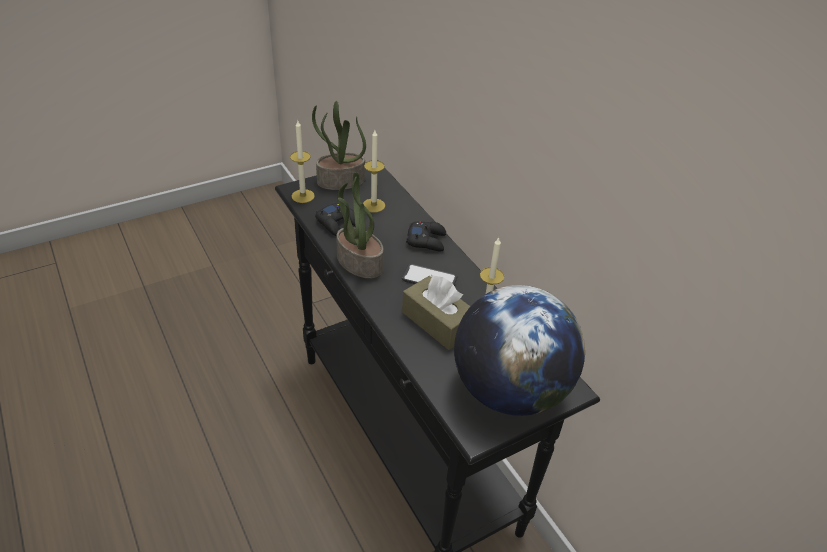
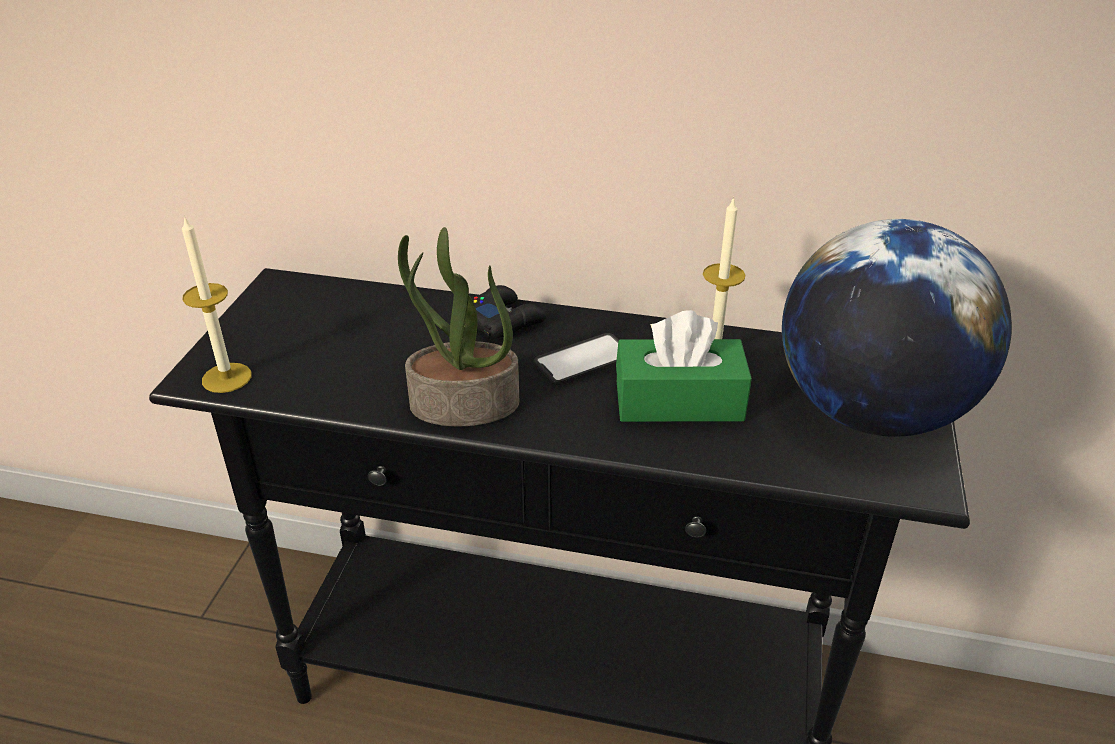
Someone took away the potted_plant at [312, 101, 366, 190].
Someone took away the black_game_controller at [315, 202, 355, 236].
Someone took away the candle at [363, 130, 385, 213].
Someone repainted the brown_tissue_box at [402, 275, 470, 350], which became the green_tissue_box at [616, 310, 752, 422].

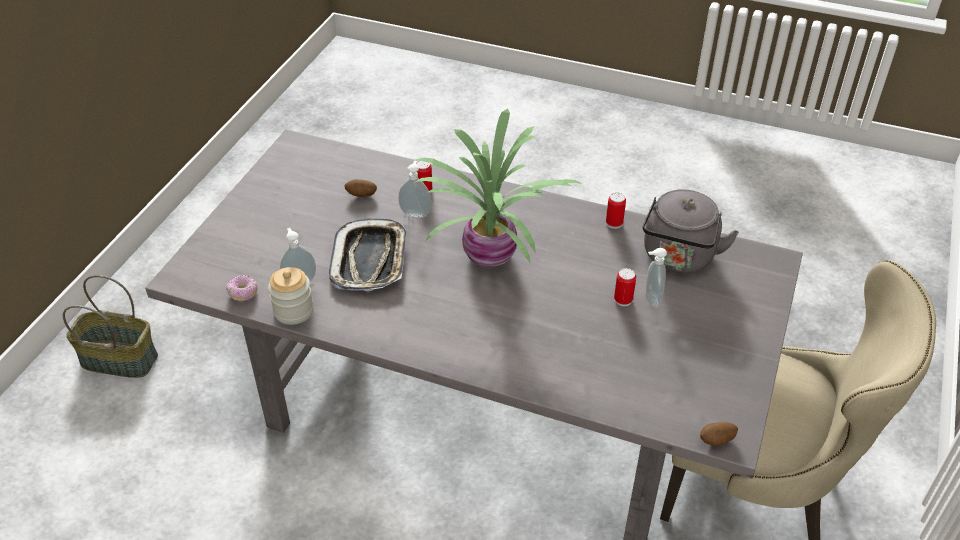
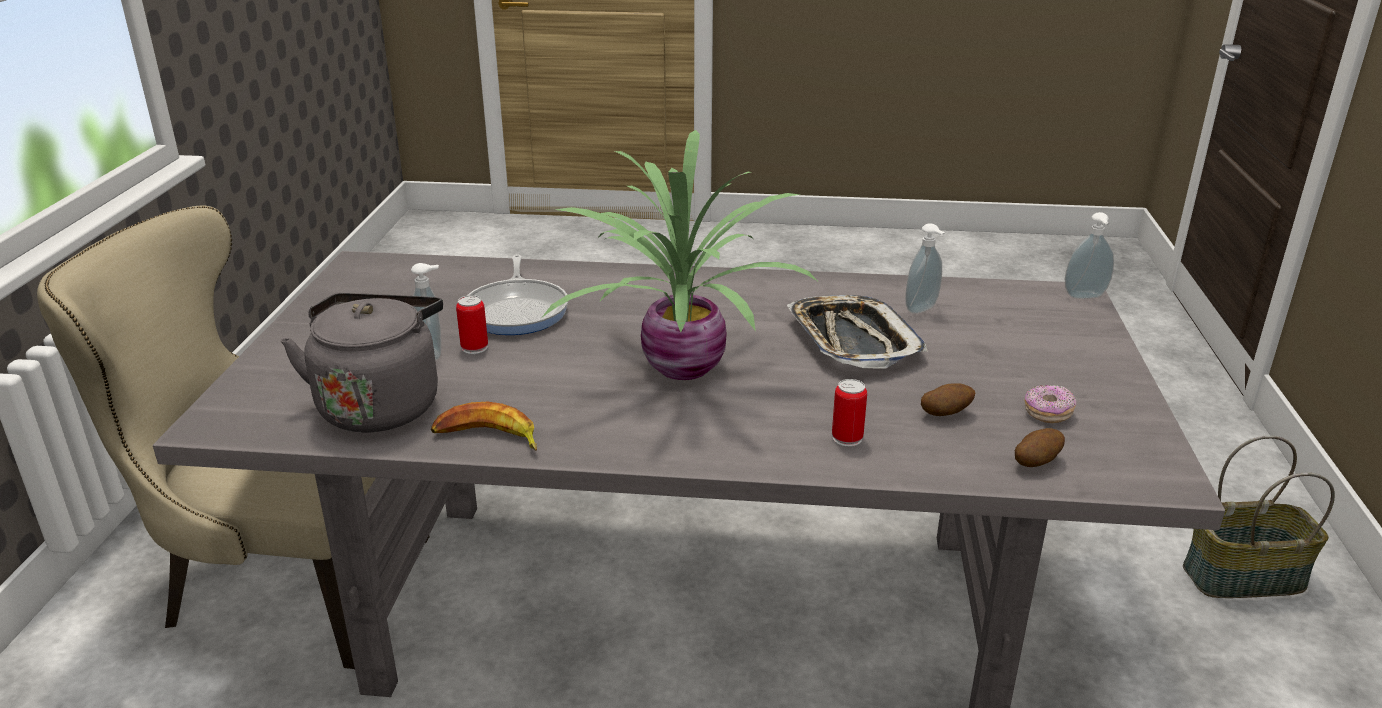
Someone carried the donut from [226, 274, 258, 301] to [1024, 385, 1076, 423].
Someone took away the jar at [268, 267, 314, 325].
Someone carried the soap_dispenser from [398, 161, 432, 218] to [1065, 212, 1114, 299].
Someone swapped the can at [606, 192, 626, 229] for the banana at [431, 402, 537, 451].
Someone carried the potato from [700, 422, 738, 446] to [1015, 428, 1065, 467].
Someone put down the frying_pan at [467, 255, 568, 335].

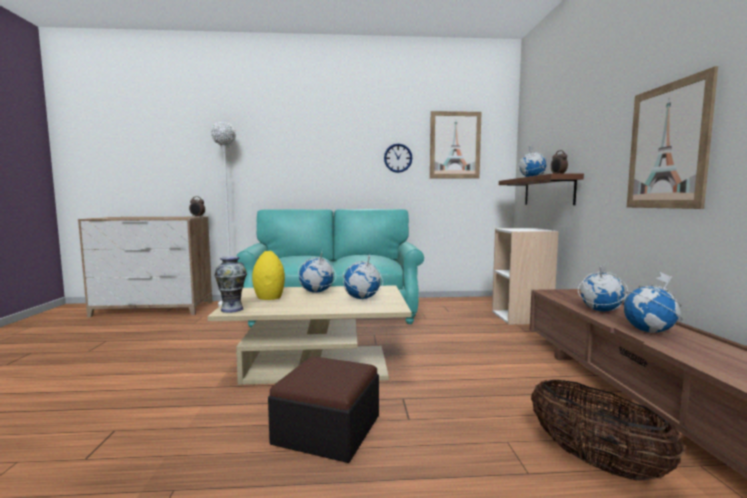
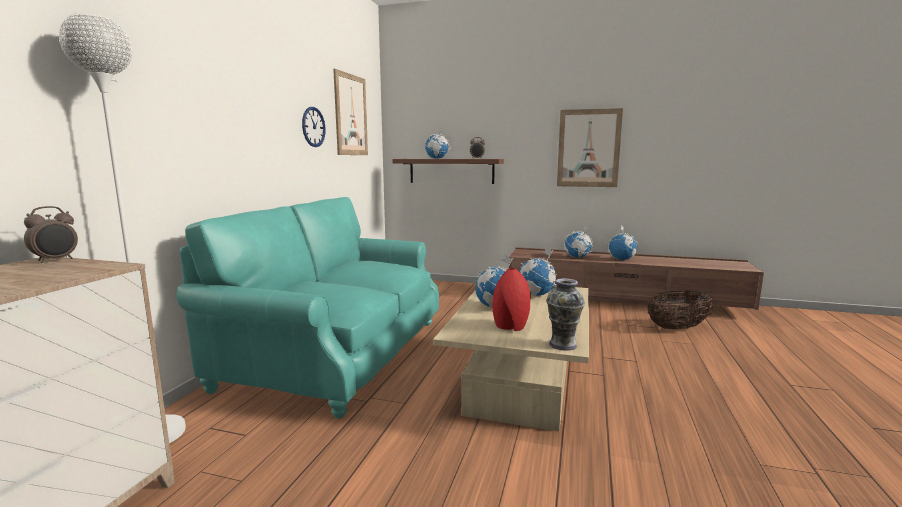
Someone repainted the yellow_vase at [252, 251, 285, 300], which became the red_vase at [492, 268, 531, 331].
Someone took away the ottoman at [268, 356, 379, 463].
Someone took away the bookcase at [492, 228, 559, 325].

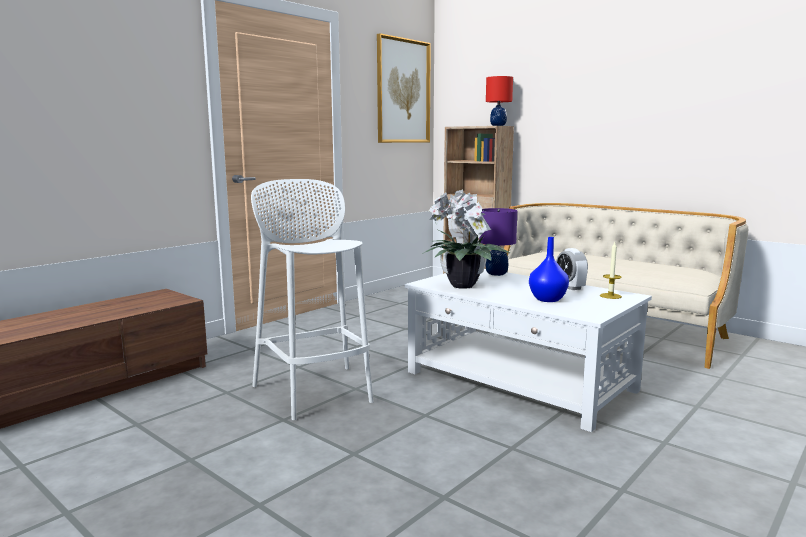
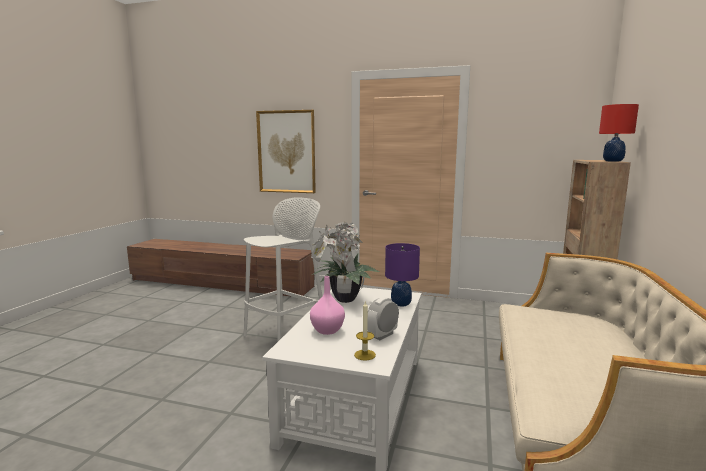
Someone carried the picture from [377, 33, 431, 143] to [256, 110, 316, 193].
Someone repainted the blue_vase at [529, 237, 569, 302], which became the pink_vase at [310, 276, 345, 335].

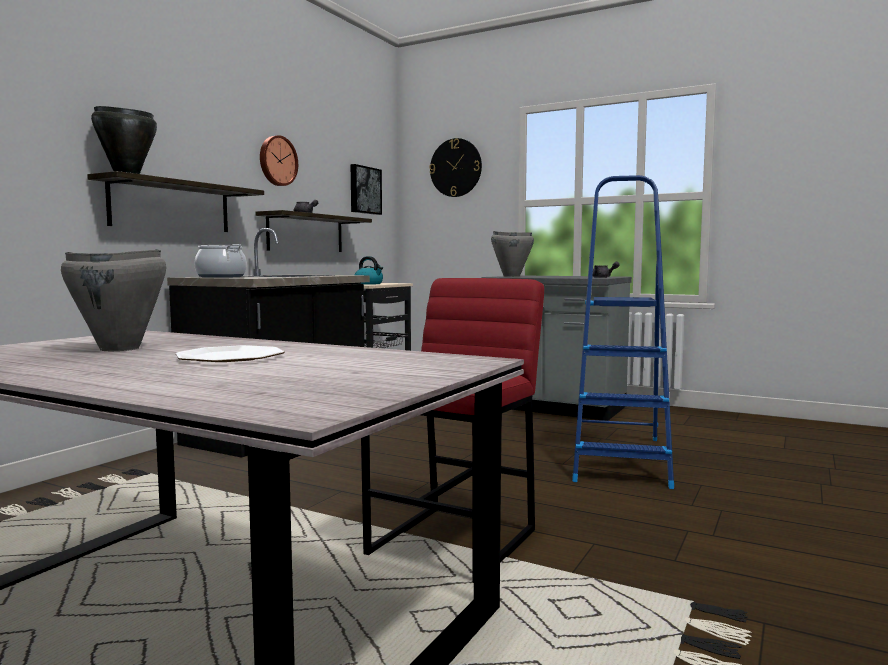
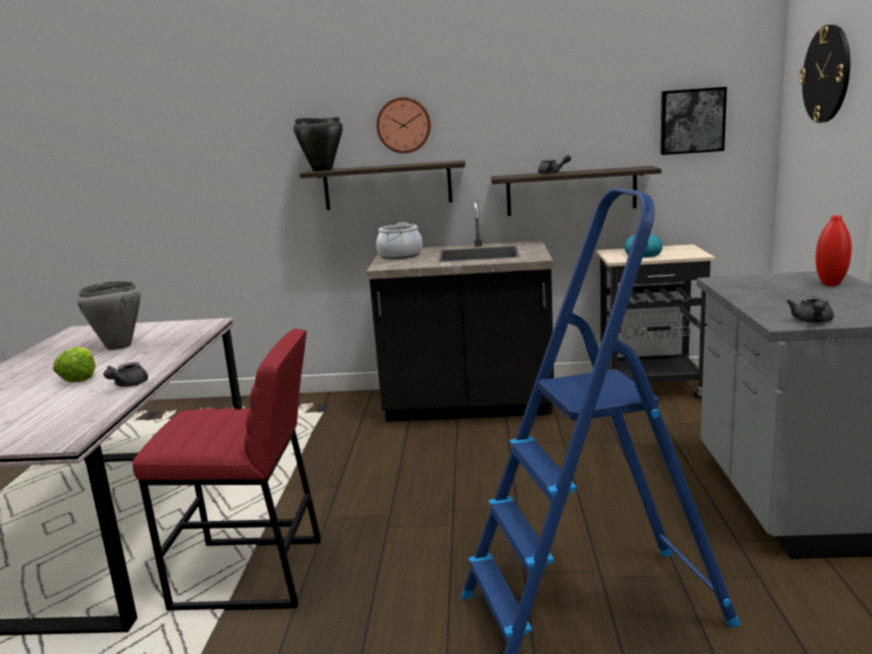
Someone swapped the plate at [176, 345, 285, 362] for the lettuce at [53, 347, 96, 382].
Someone carried the wall_clock from [260, 135, 298, 186] to [376, 97, 431, 153].
Someone took away the grey_cooking_pot at [491, 231, 534, 277].
Someone put down the grey_teapot at [104, 362, 148, 387].
Someone put down the red_vase at [816, 215, 852, 286].

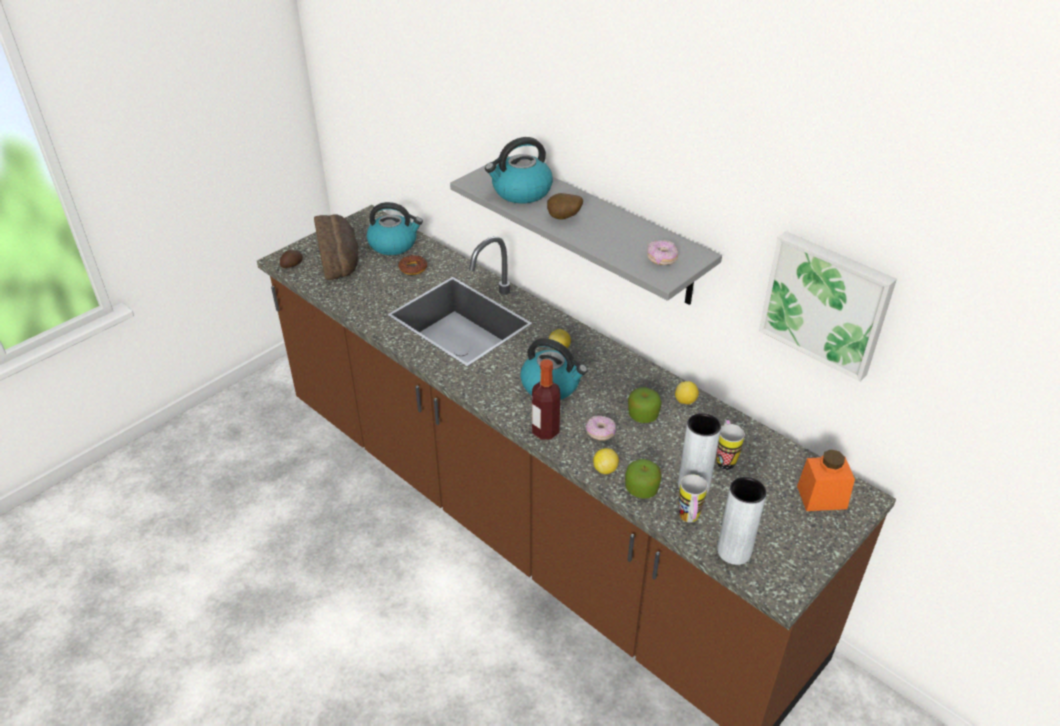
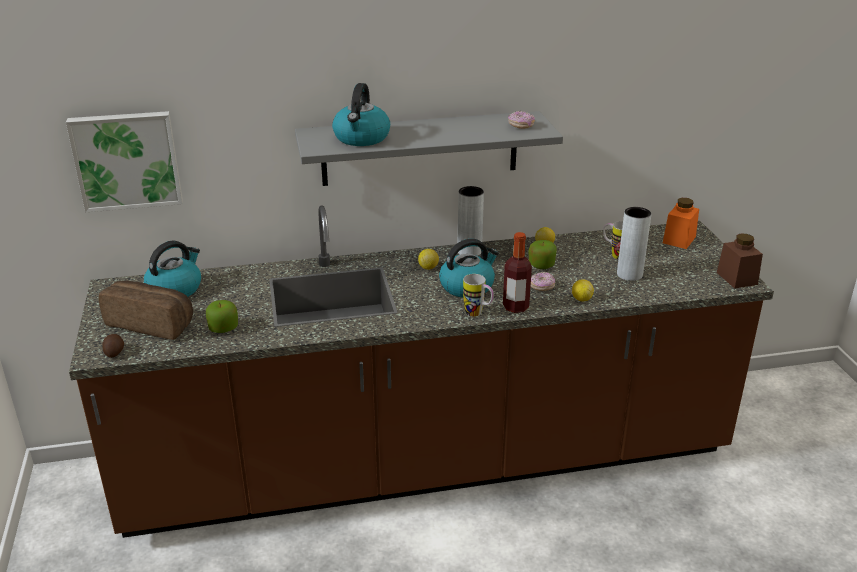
Someone took away the donut at [398, 255, 427, 275].
Someone took away the potato at [547, 193, 583, 220].
Someone carried the apple from [625, 459, 662, 498] to [206, 300, 238, 333].
Someone carried the mug from [679, 474, 708, 523] to [463, 274, 494, 317].
Someone carried the grey_vase from [717, 477, 767, 565] to [458, 186, 484, 256].
Someone carried the picture from [759, 231, 897, 381] to [66, 111, 183, 212].
Someone put down the brown_jar at [717, 233, 763, 289].

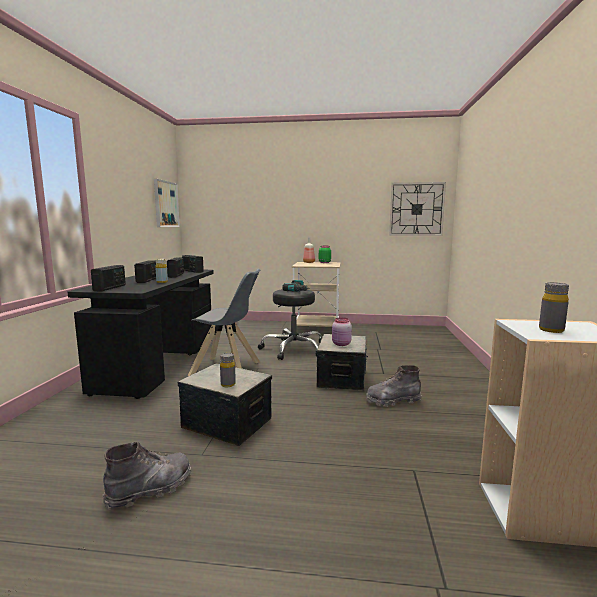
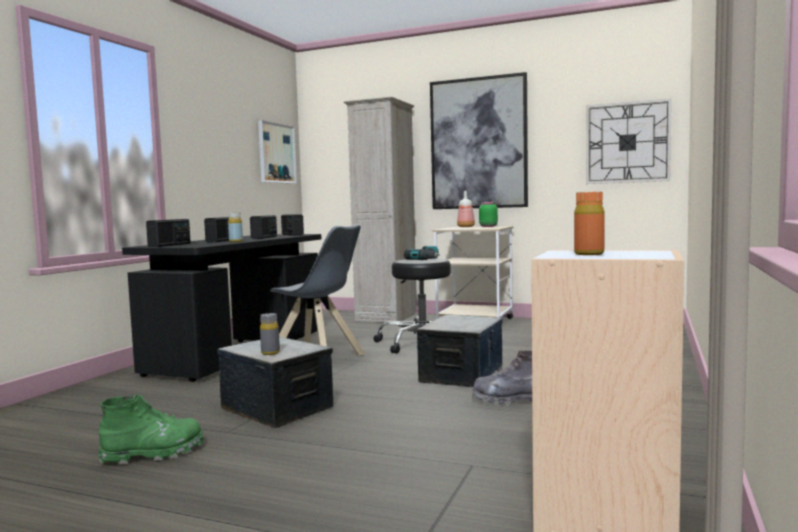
Someone repainted the grey_boot at [103, 442, 191, 510], which became the green_boot at [98, 395, 203, 465].
Someone took away the pink_jar at [332, 317, 352, 346].
Someone repainted the grey_bottle at [539, 282, 569, 333], which became the orange_bottle at [574, 192, 605, 255].
Someone put down the beige_cabinet at [344, 97, 417, 323].
Someone put up the picture at [430, 72, 528, 209].

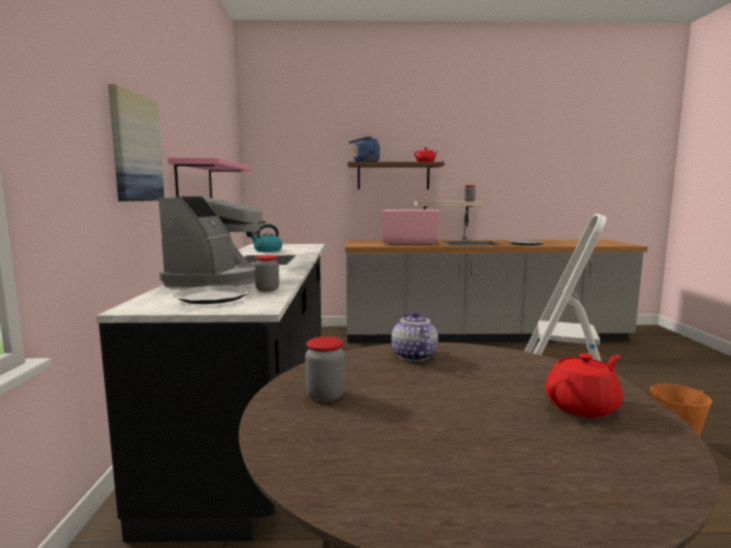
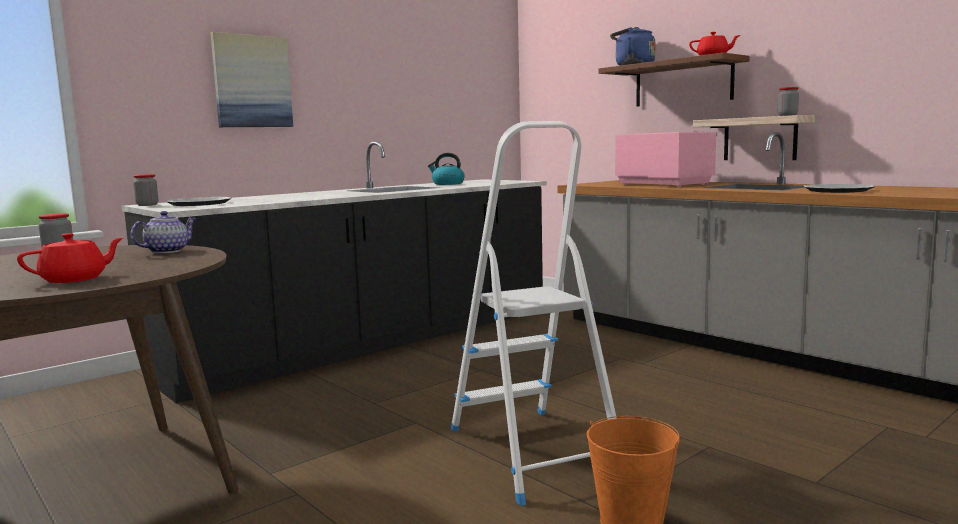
Someone took away the coffee_machine at [158, 196, 266, 287].
Someone took away the pink_shelf at [168, 158, 252, 198].
Someone carried the jar from [255, 255, 279, 292] to [133, 174, 158, 206].
Someone rotated the red_teapot at [545, 353, 623, 418] by 60 degrees counterclockwise.

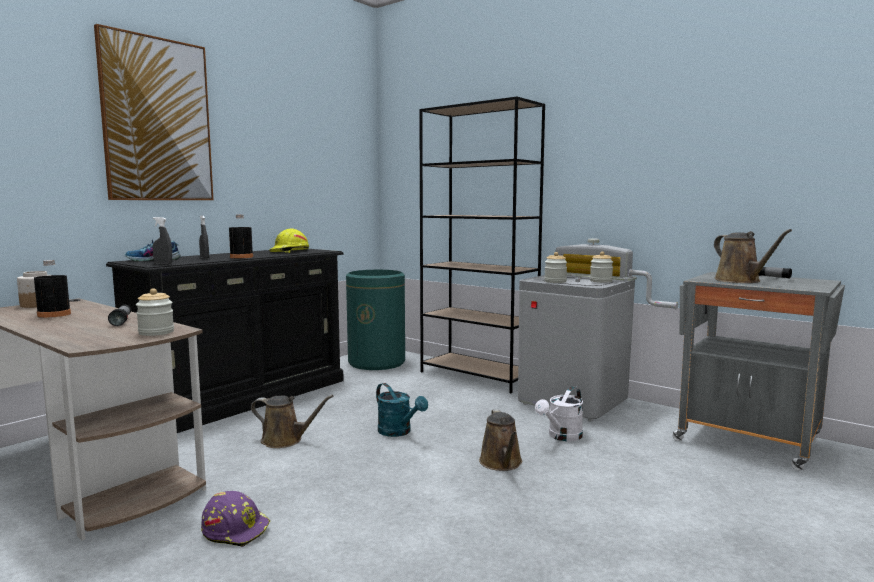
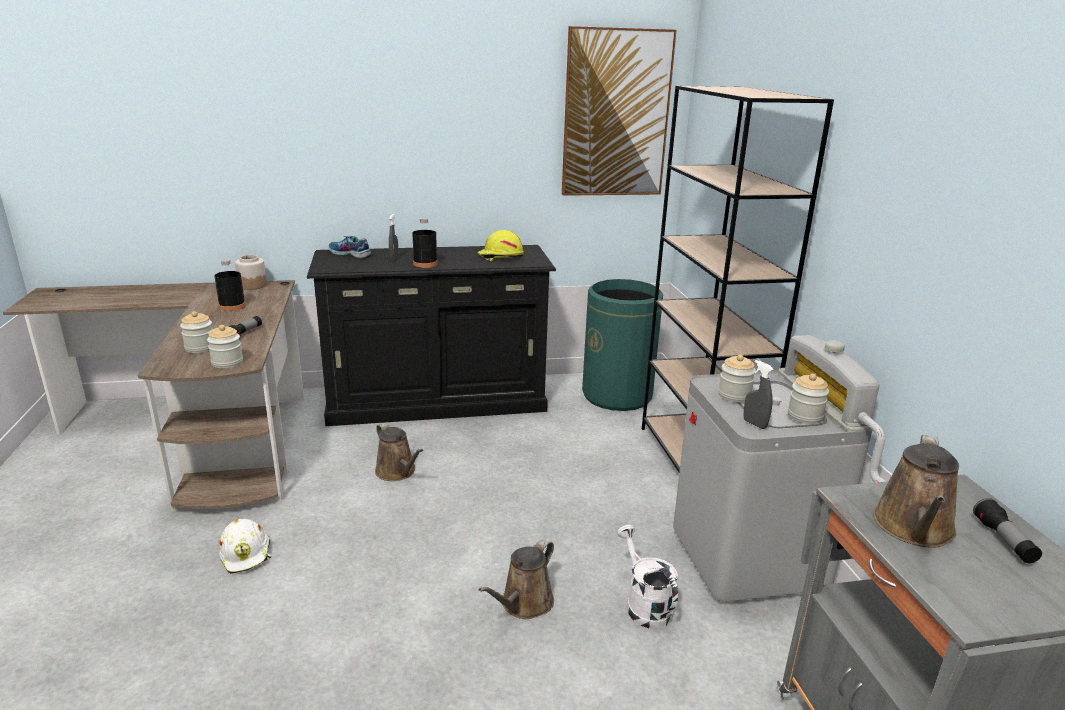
Someone carried the picture from [94, 24, 213, 200] to [562, 26, 676, 196].
Someone carried the grey_spray_bottle from [153, 217, 172, 264] to [743, 360, 774, 429].
Someone repainted the purple_hard_hat at [201, 491, 270, 547], which became the white_hard_hat at [219, 519, 271, 574].
Someone took away the turquoise_watering_can at [376, 383, 428, 437].
Someone rotated the white_watering_can at [535, 386, 583, 441] by 75 degrees clockwise.
Someone put down the jar at [180, 311, 213, 353].

